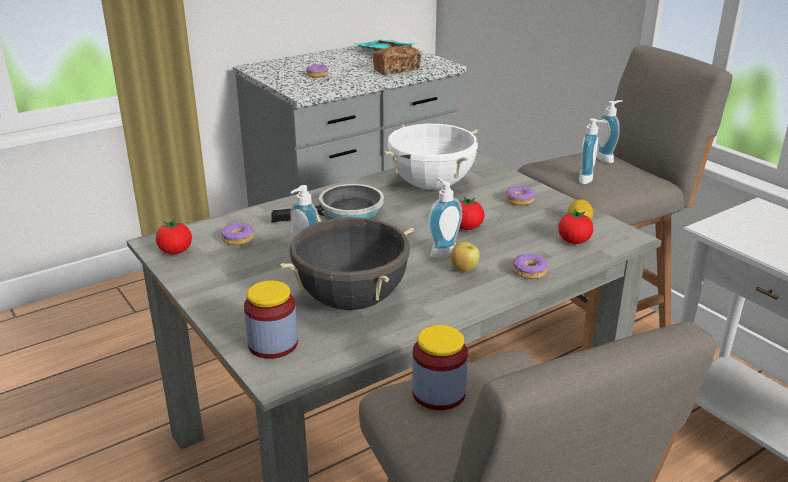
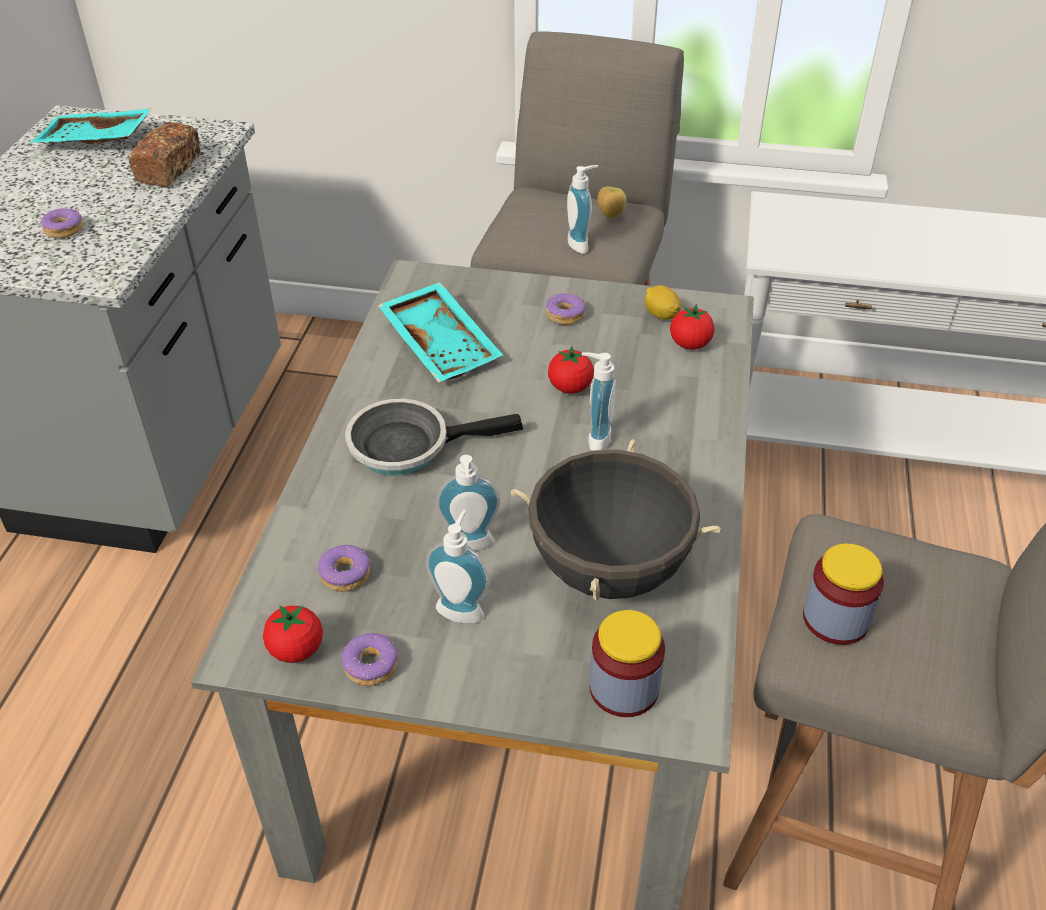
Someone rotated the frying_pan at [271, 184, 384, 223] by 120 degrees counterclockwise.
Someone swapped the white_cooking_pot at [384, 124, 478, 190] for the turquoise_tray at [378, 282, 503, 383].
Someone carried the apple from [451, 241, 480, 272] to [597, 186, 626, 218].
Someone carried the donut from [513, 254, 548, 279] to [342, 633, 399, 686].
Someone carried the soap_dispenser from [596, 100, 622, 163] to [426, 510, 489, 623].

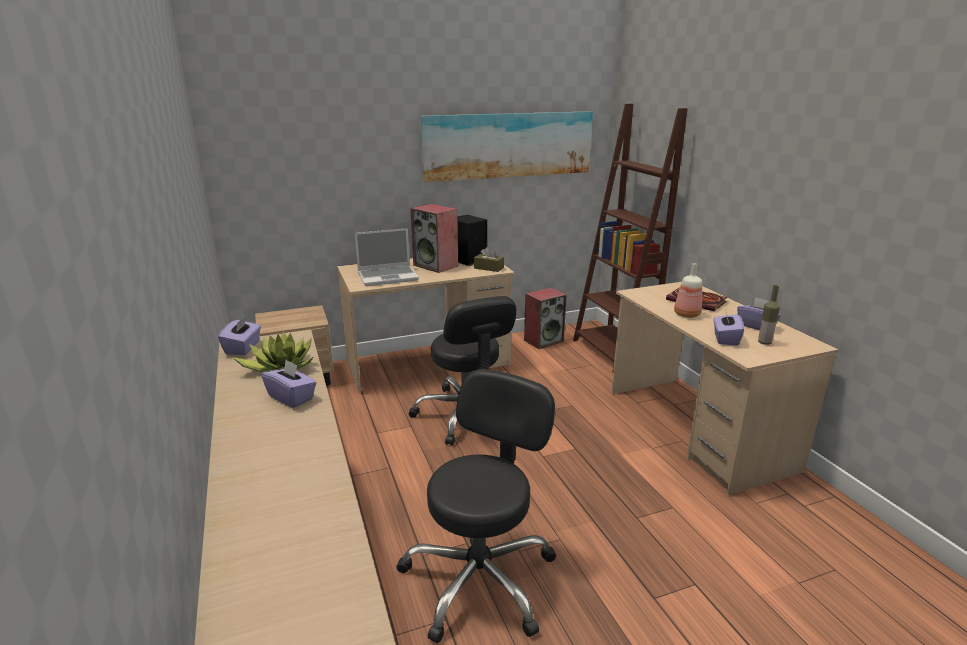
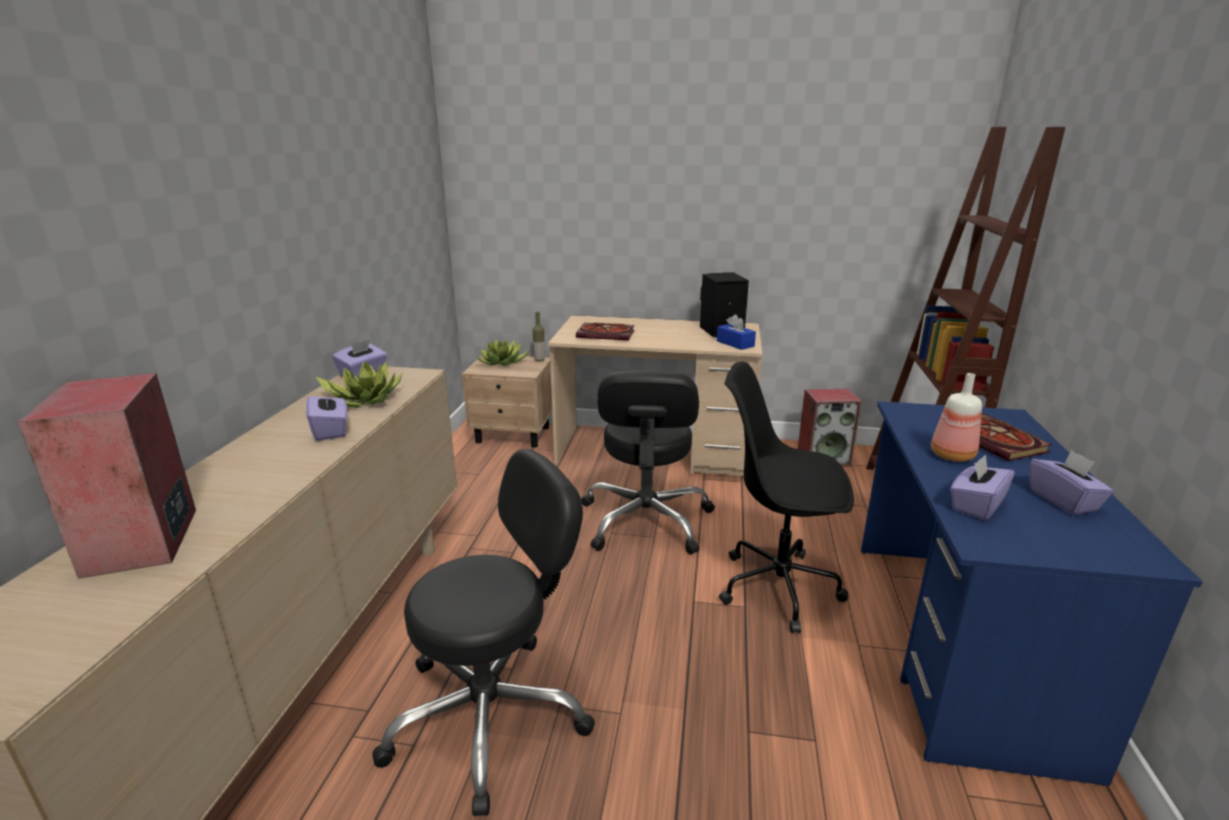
Someone swapped the laptop at [355, 228, 419, 286] for the book at [576, 323, 635, 340].
Someone carried the speaker from [411, 204, 458, 273] to [17, 373, 196, 579].
Someone took away the picture at [421, 111, 593, 182].
Someone repainted the brown_tissue_box at [474, 246, 504, 272], which became the blue_tissue_box at [717, 314, 756, 350].
Someone repainted the beige_desk at [611, 282, 839, 495], which became the blue_desk at [861, 401, 1202, 786].
Someone carried the bottle from [758, 285, 780, 345] to [533, 312, 545, 362].
Someone put down the potted_plant at [476, 339, 530, 366].
Someone put down the black_office_chair at [719, 361, 854, 633].

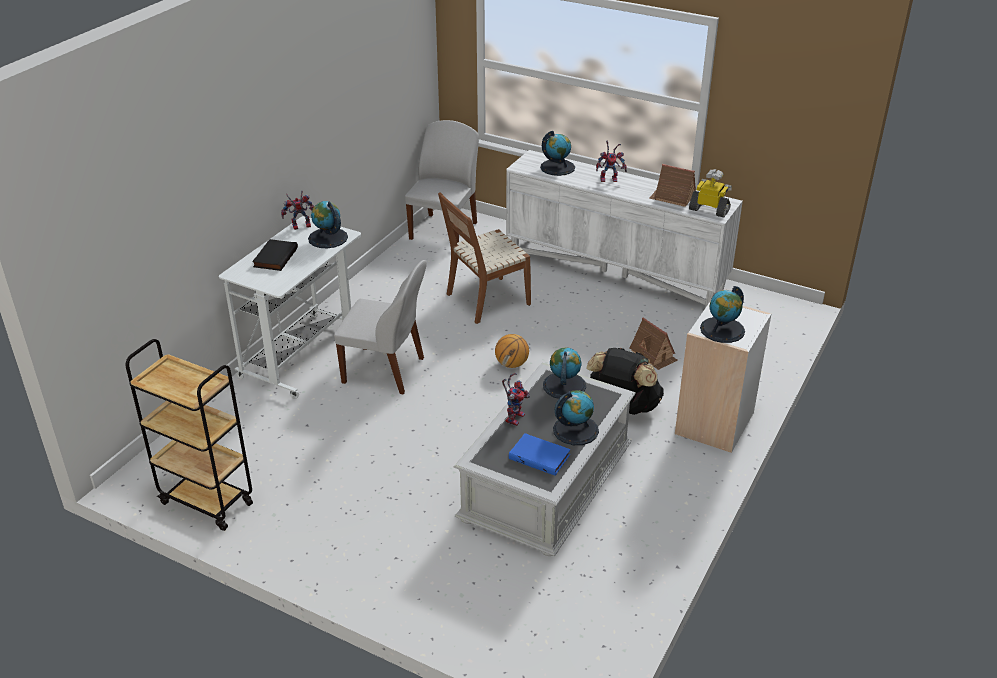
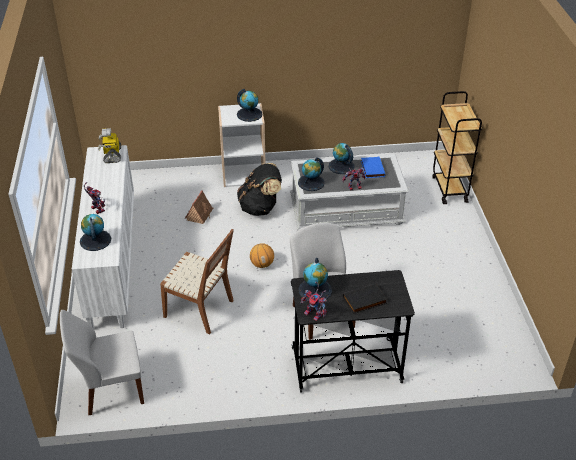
Someone carried the brown_cart from [126, 339, 253, 531] to [432, 91, 482, 204].
Someone repainted the white_desk at [219, 216, 361, 399], which became the black_desk at [291, 270, 415, 393].
Someone took away the toy_house at [649, 164, 696, 207].

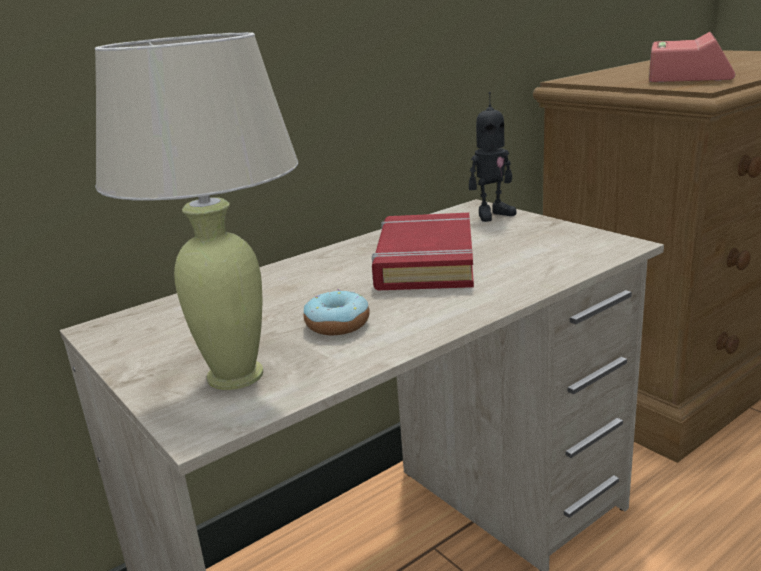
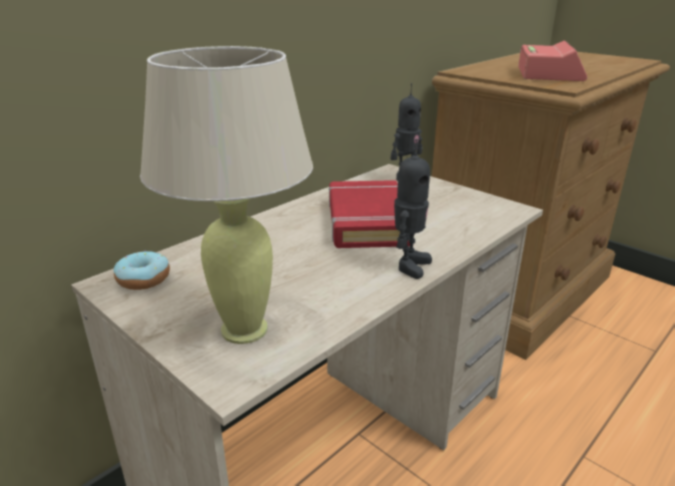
Someone carried the donut from [304, 289, 370, 335] to [113, 250, 170, 290].
Someone put down the toy_robot at [394, 139, 432, 279].

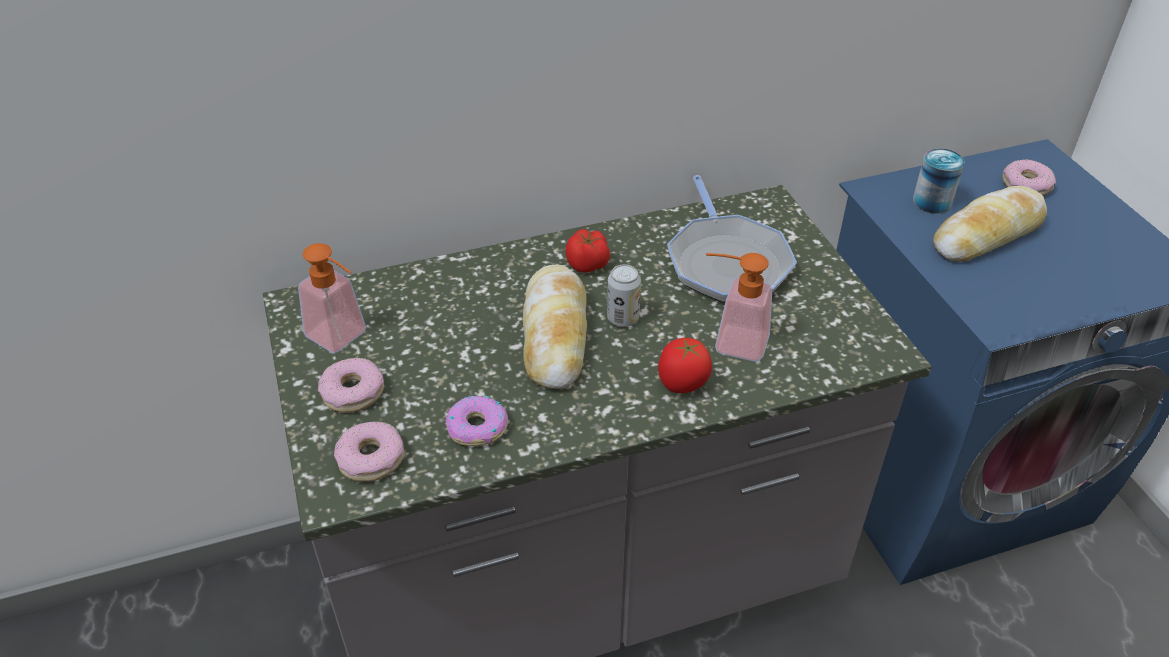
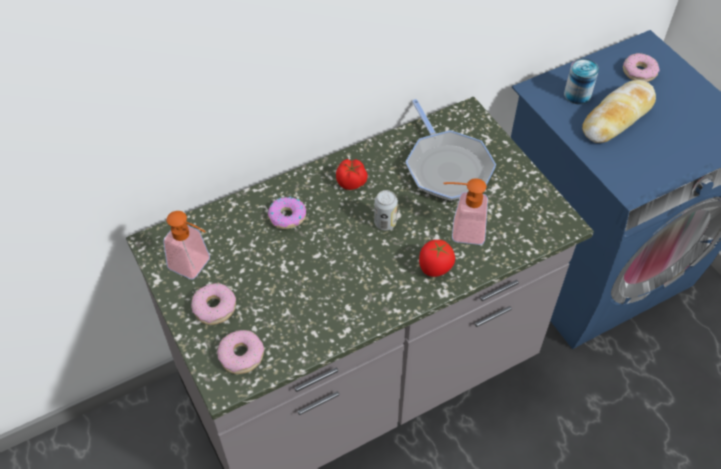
Someone carried the donut from [446, 396, 508, 446] to [268, 197, 306, 229].
Someone took away the bread at [523, 265, 587, 389].

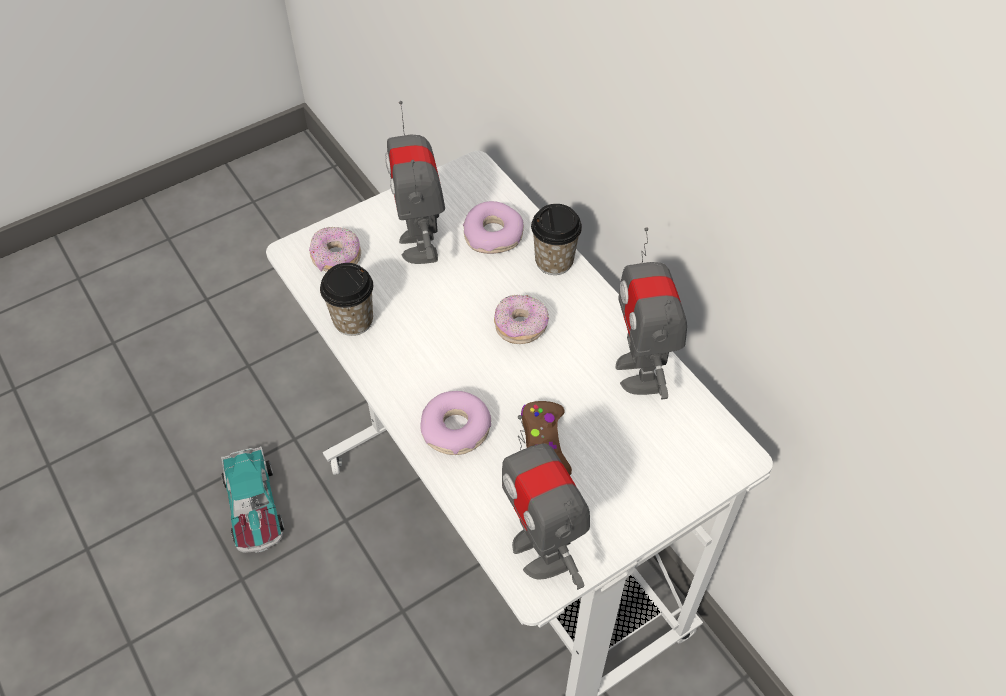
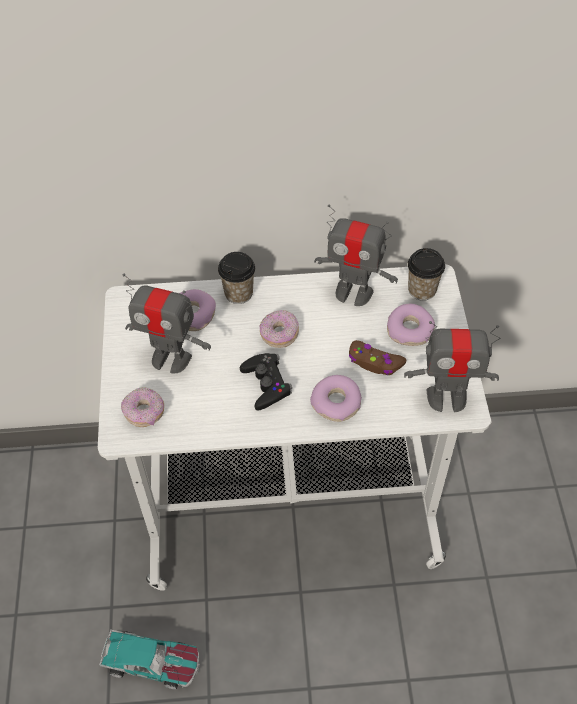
Someone carried the cup from [320, 263, 373, 336] to [408, 248, 445, 301].
Someone put down the black_game_controller at [240, 353, 292, 411].
Someone put down the donut at [387, 304, 435, 346].

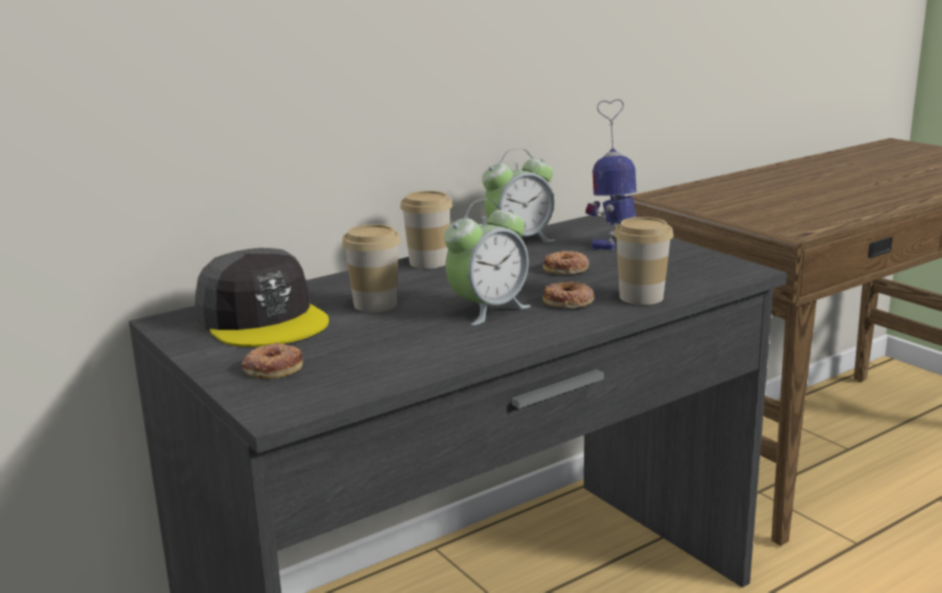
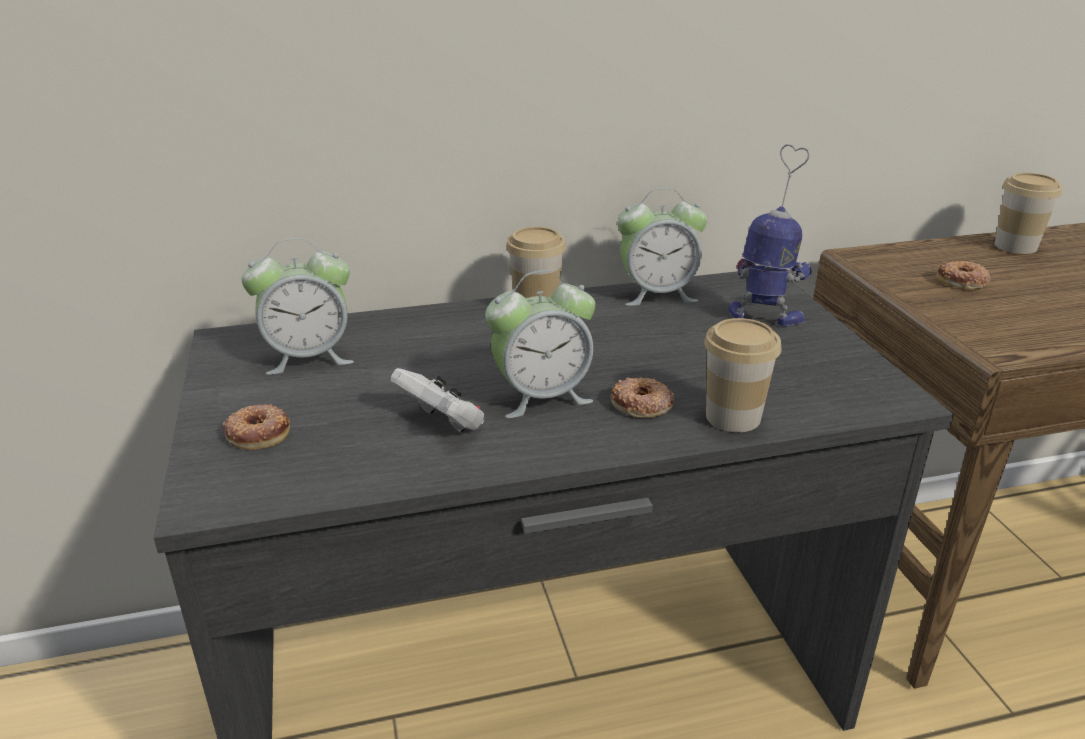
Someone swapped the grey_cap at [195, 248, 329, 347] for the alarm_clock at [242, 238, 354, 375].
Someone carried the cup from [342, 224, 401, 312] to [994, 173, 1063, 254].
Someone carried the donut from [543, 250, 589, 274] to [936, 260, 991, 289].
Someone rotated the toy_robot at [585, 99, 636, 250] by 45 degrees clockwise.
Someone put down the white_game_controller at [391, 368, 484, 432].

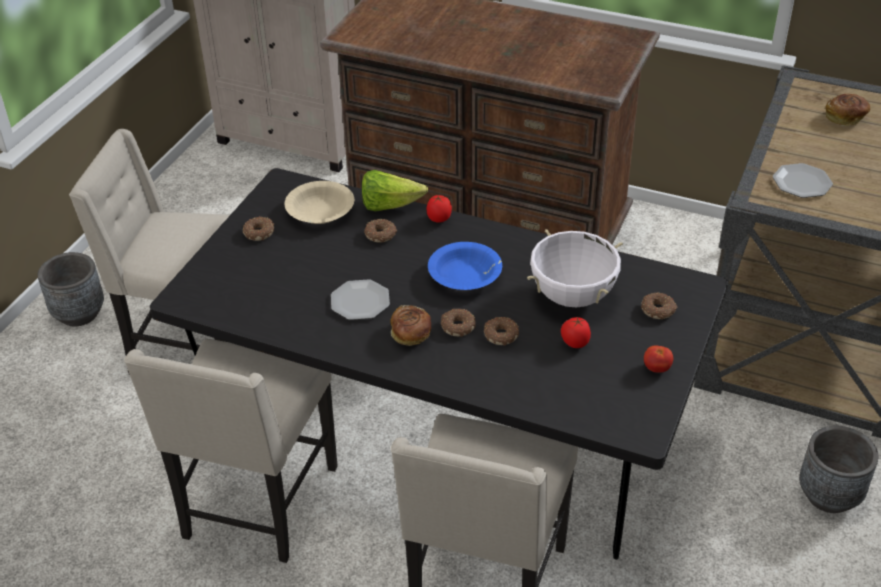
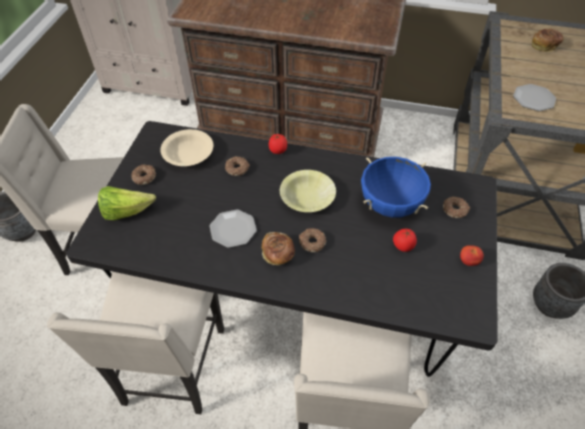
Someone carried the lettuce from [362, 170, 428, 211] to [98, 186, 156, 220].
Someone repainted the blue_bowl at [428, 242, 502, 290], which became the yellow_bowl at [280, 170, 336, 212].
Someone took away the donut at [484, 317, 519, 345].
Someone repainted the white_cooking_pot at [527, 229, 623, 307], which became the blue_cooking_pot at [361, 157, 431, 218].

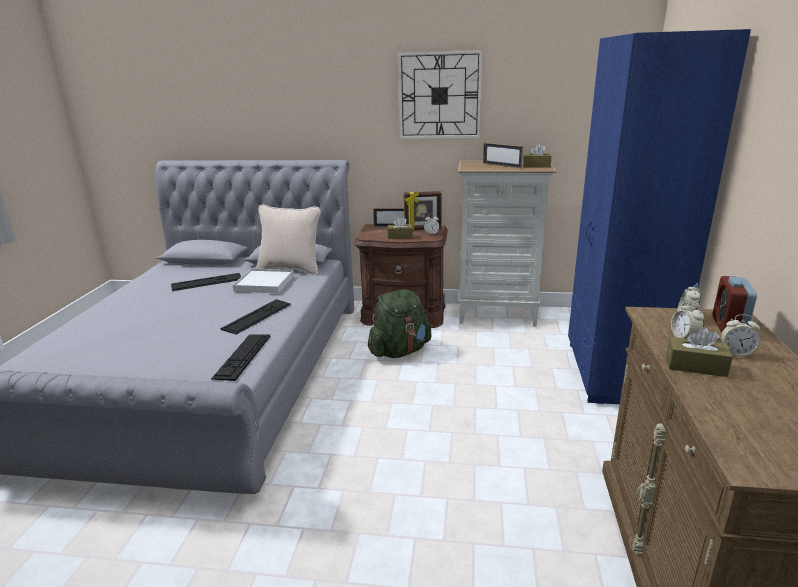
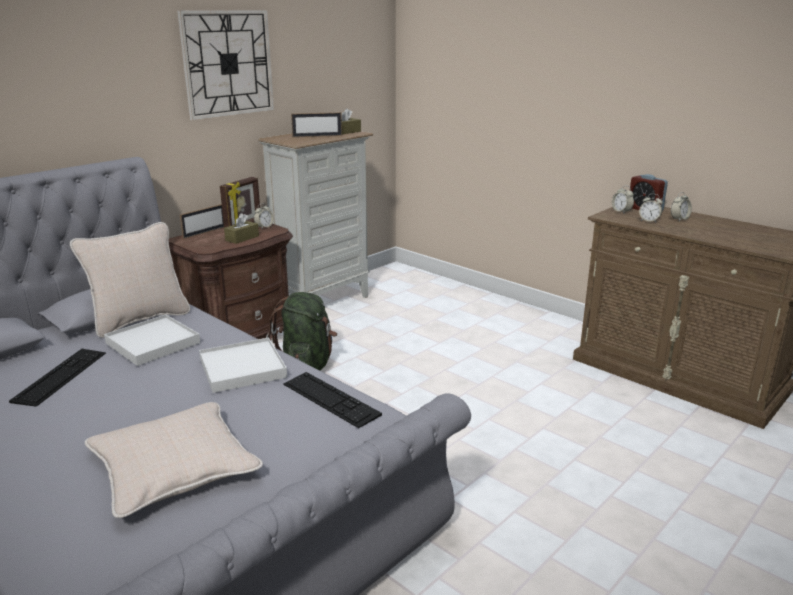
Someone swapped the keyboard at [221, 299, 291, 335] for the white_tray at [199, 337, 287, 393].
Someone took away the blue_wardrobe at [568, 29, 751, 404].
Someone took away the brown_tissue_box at [666, 327, 733, 377].
Someone put down the beige_pillow at [85, 402, 263, 518].

